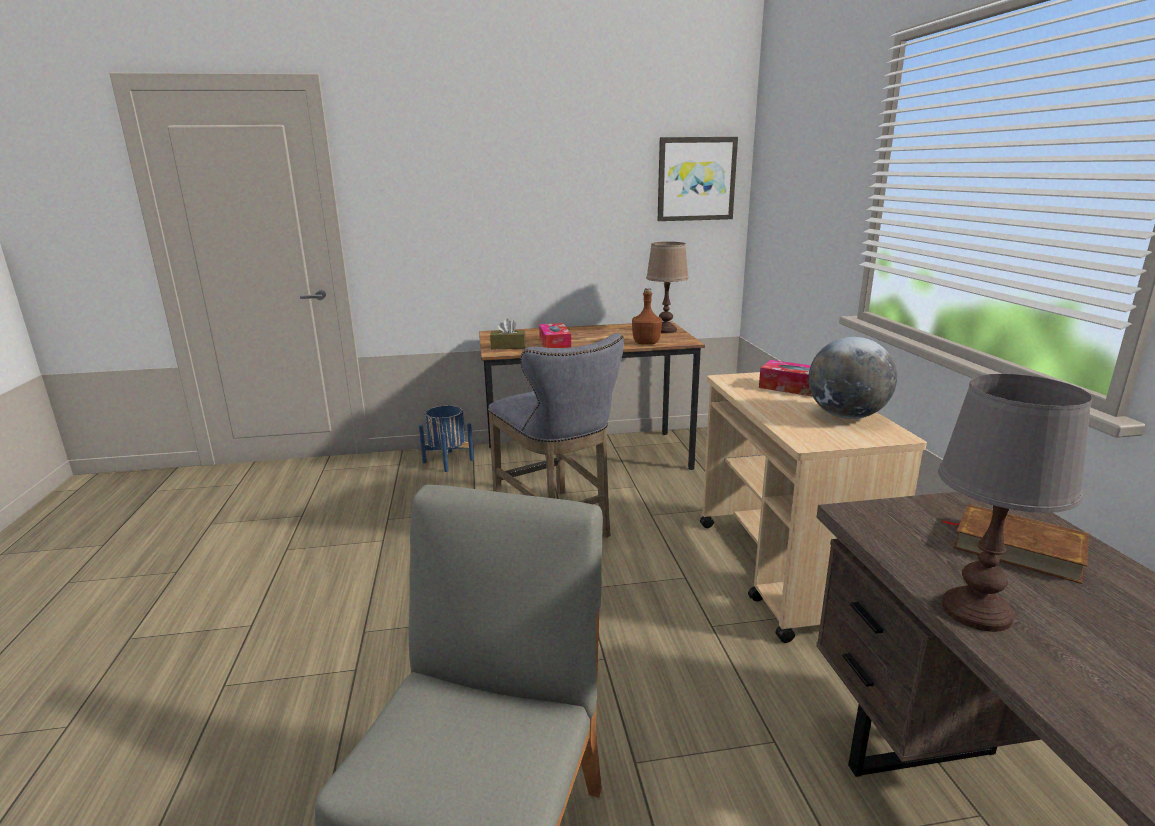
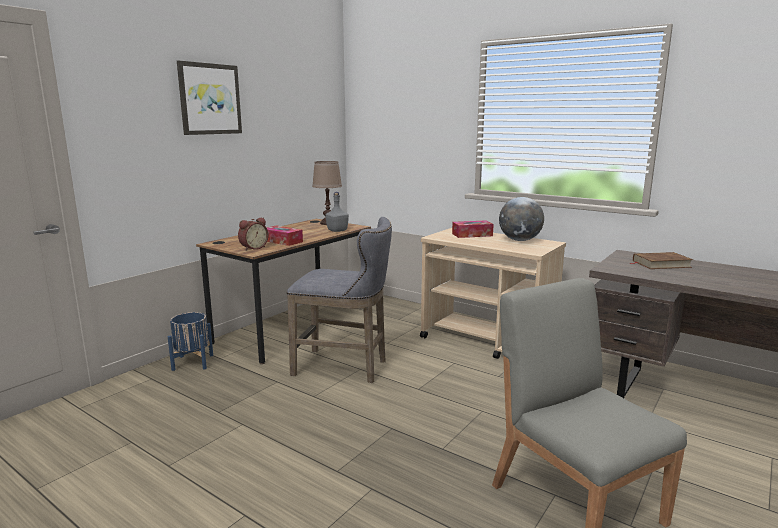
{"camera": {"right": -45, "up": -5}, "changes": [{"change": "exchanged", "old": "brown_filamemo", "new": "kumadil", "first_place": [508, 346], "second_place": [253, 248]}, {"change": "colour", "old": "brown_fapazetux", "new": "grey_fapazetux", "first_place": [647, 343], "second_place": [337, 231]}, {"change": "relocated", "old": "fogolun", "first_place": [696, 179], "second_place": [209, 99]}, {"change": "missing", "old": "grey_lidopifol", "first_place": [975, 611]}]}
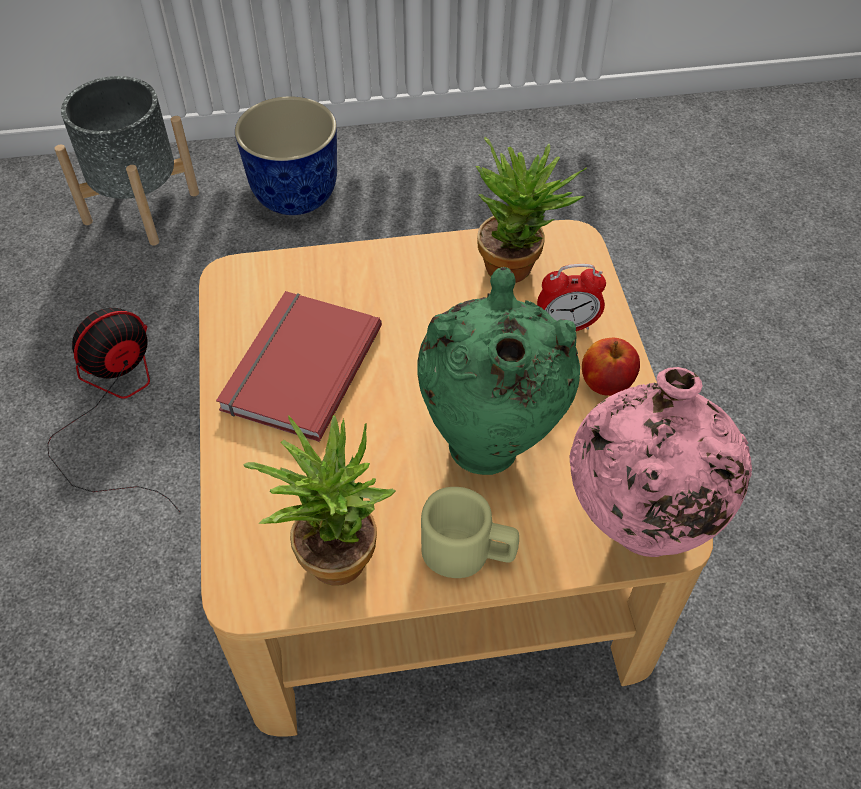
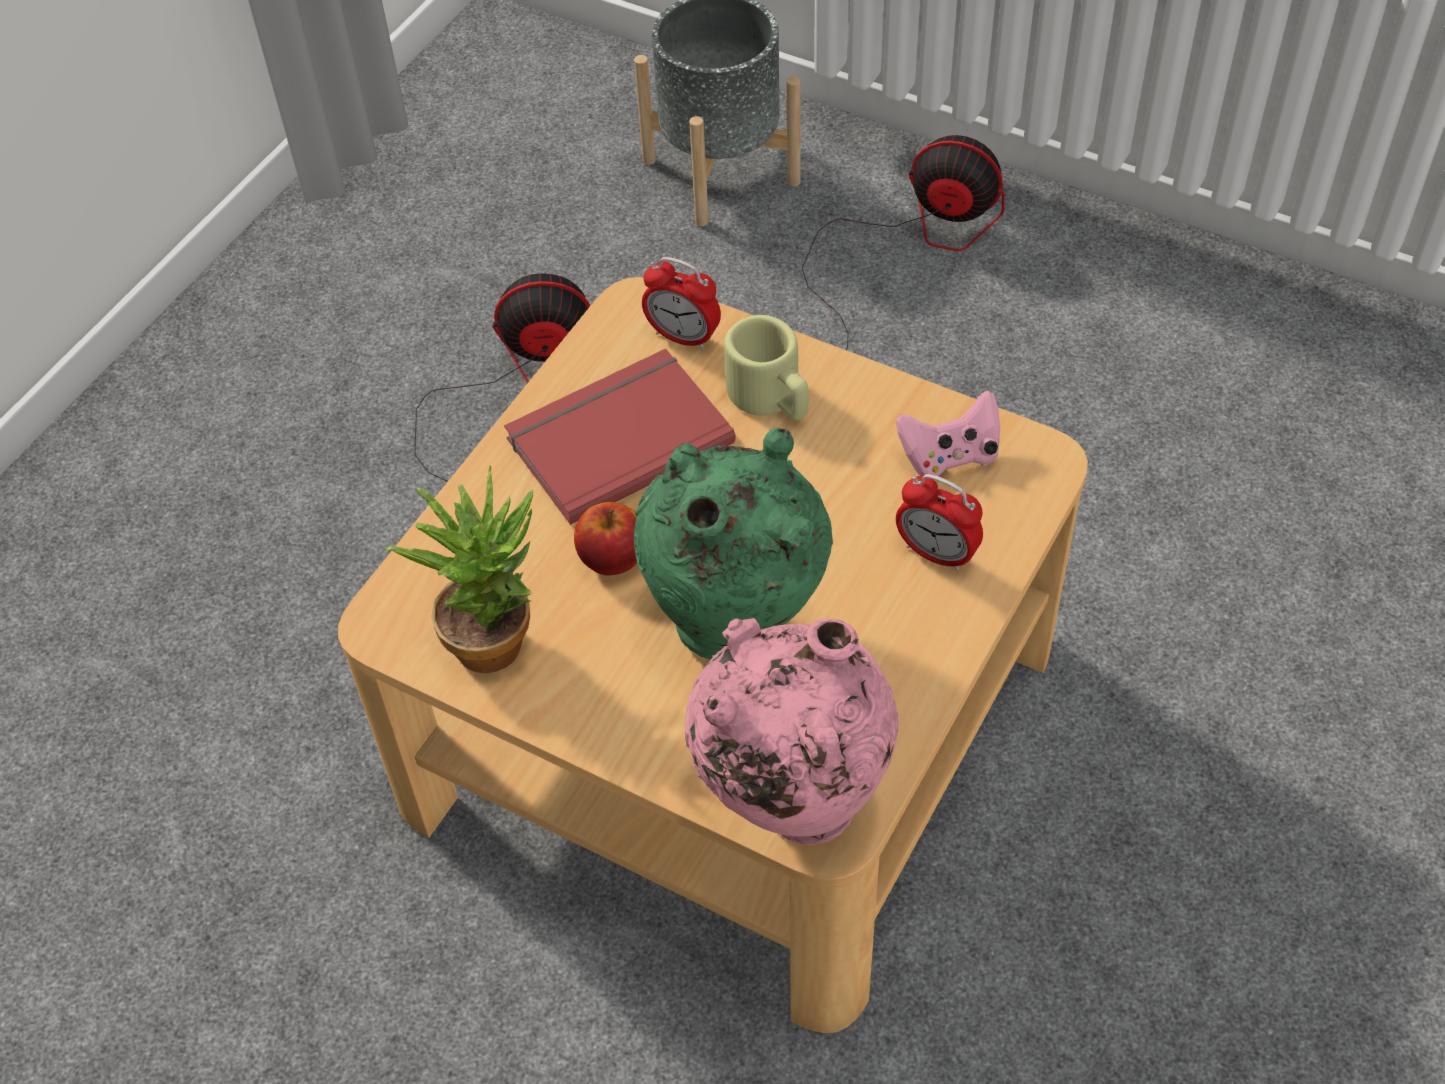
{"camera": {"right": 40, "up": 0}, "changes": [{"change": "exchanged", "old": "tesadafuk", "new": "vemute", "first_place": [296, 195], "second_place": [911, 244]}, {"change": "relocated", "old": "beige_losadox", "first_place": [469, 552], "second_place": [771, 398]}, {"change": "exchanged", "old": "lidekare", "new": "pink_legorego", "first_place": [518, 266], "second_place": [949, 456]}, {"change": "relocated", "old": "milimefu", "first_place": [606, 383], "second_place": [612, 559]}, {"change": "appeared", "new": "kumadil", "second_place": [683, 337]}]}
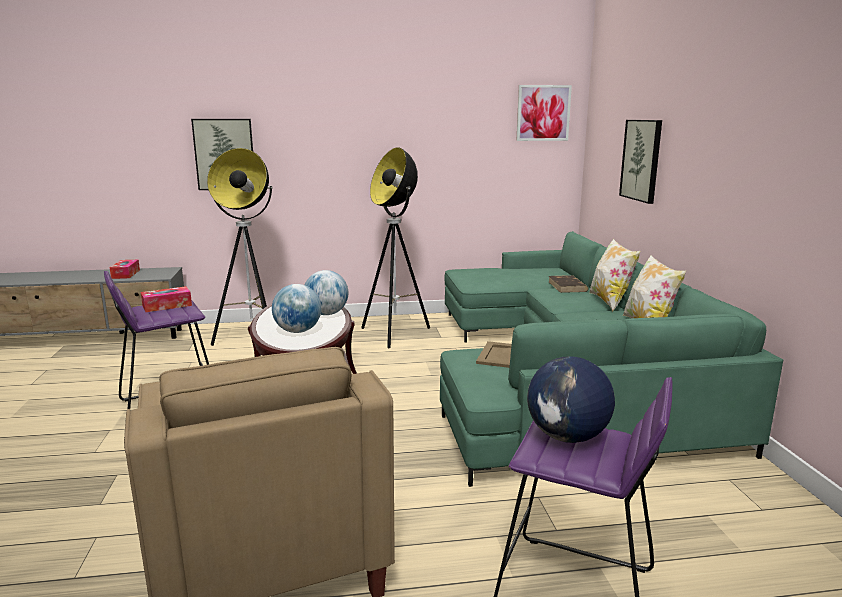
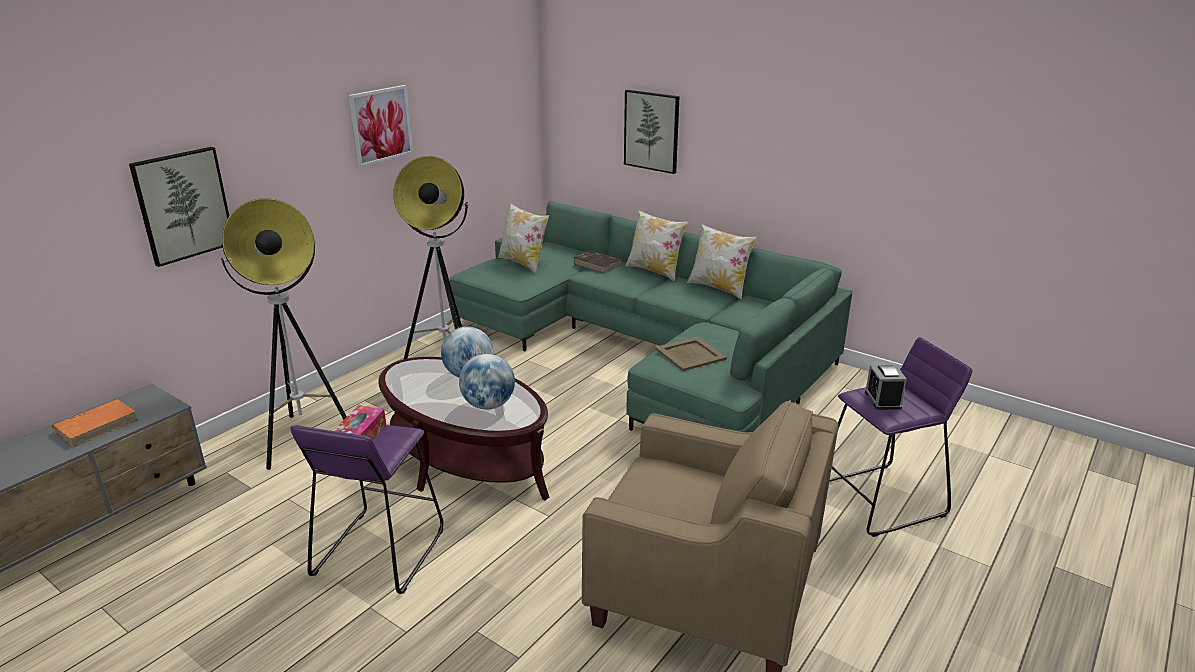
{"camera": {"right": -45, "up": 10}, "changes": [{"change": "exchanged", "old": "filamemo", "new": "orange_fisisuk", "first_place": [125, 274], "second_place": [97, 425]}, {"change": "relocated", "old": "fogolun", "first_place": [543, 113], "second_place": [381, 125]}, {"change": "exchanged", "old": "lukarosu", "new": "kumadil", "first_place": [567, 437], "second_place": [882, 400]}, {"change": "appeared", "new": "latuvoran", "second_place": [523, 263]}]}
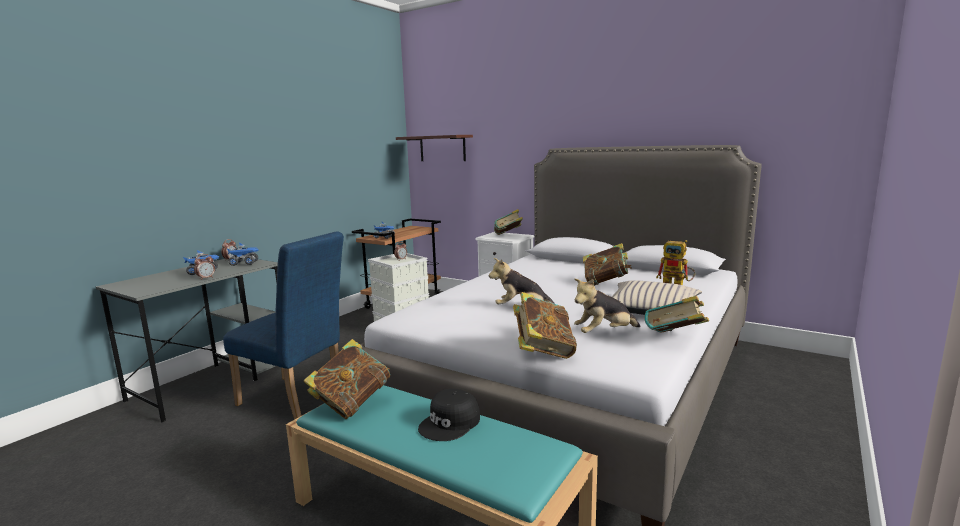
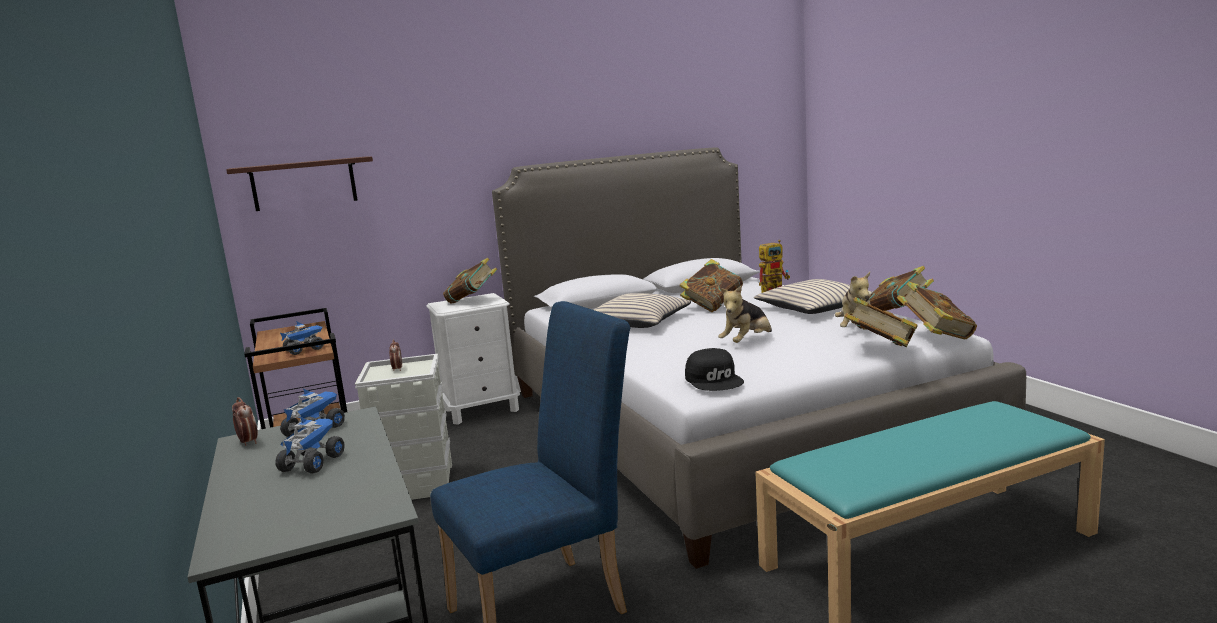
{"camera": {"right": -55, "up": 0}, "changes": [{"change": "missing", "old": "kumadil", "first_place": [206, 278]}, {"change": "relocated", "old": "fisisuk", "first_place": [351, 404], "second_place": [935, 337]}, {"change": "relocated", "old": "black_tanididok", "first_place": [450, 423], "second_place": [714, 380]}, {"change": "appeared", "new": "beige_latuvoran", "second_place": [638, 322]}]}
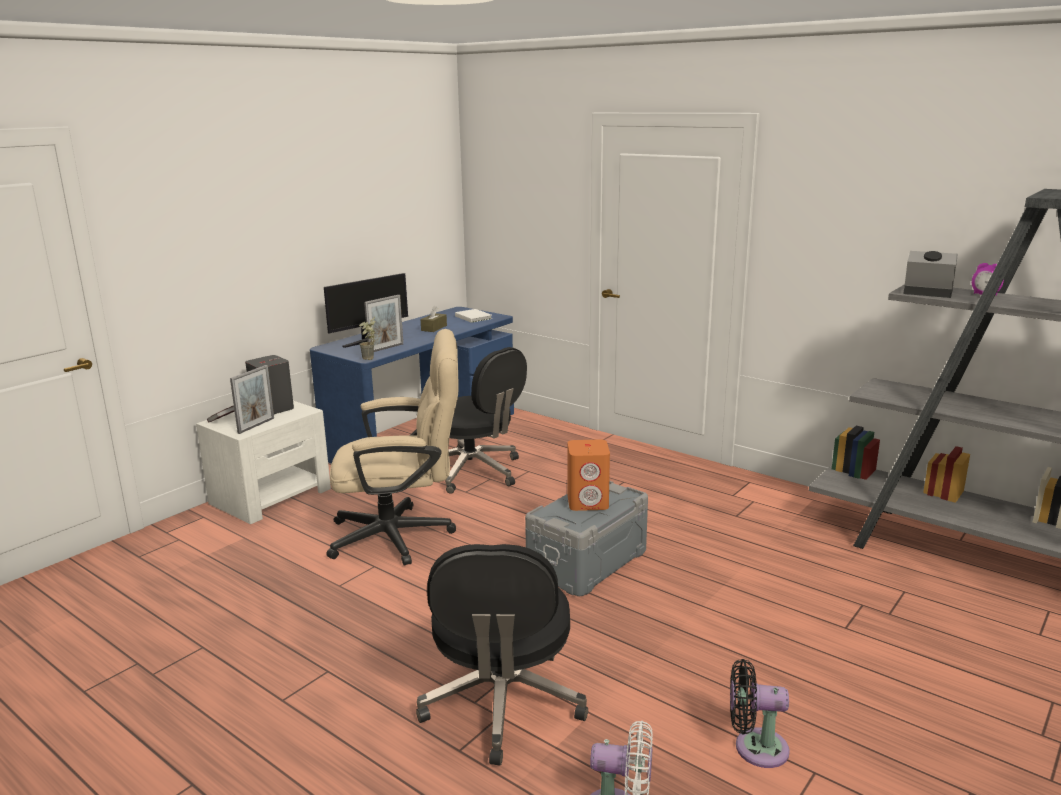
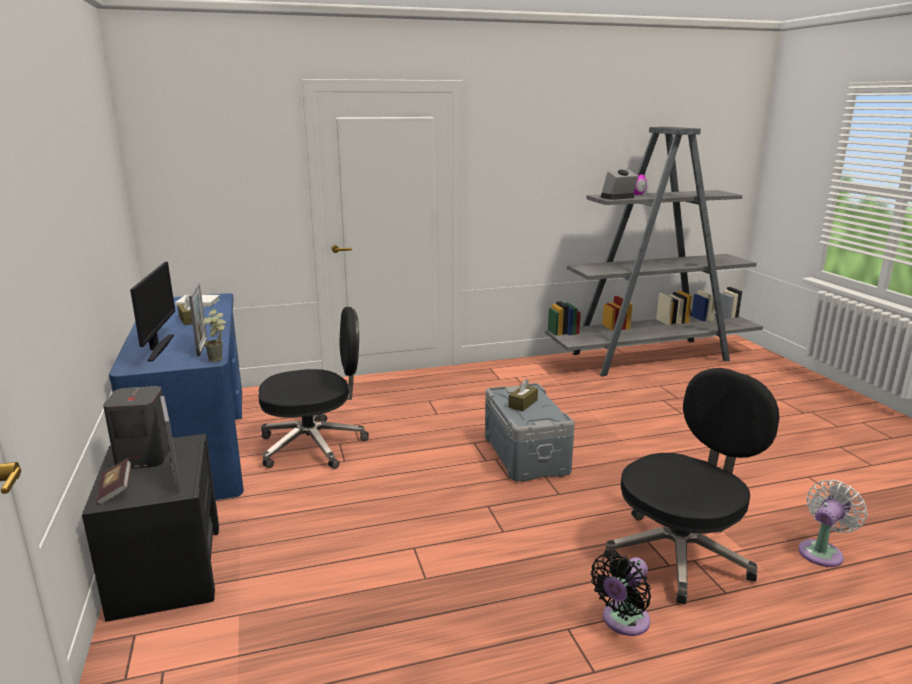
{"camera": {"right": -55, "up": 0}, "changes": [{"change": "colour", "old": "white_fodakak", "new": "black_fodakak", "first_place": [271, 496], "second_place": [168, 567]}, {"change": "missing", "old": "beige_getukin", "first_place": [403, 535]}, {"change": "spun", "old": "black_getukin", "first_place": [502, 704], "second_place": [680, 554], "degrees": -75}, {"change": "exchanged", "old": "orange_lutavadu", "new": "brown_filamemo", "first_place": [588, 502], "second_place": [523, 404]}, {"change": "relocated", "old": "black_vemute", "first_place": [755, 747], "second_place": [623, 621]}]}
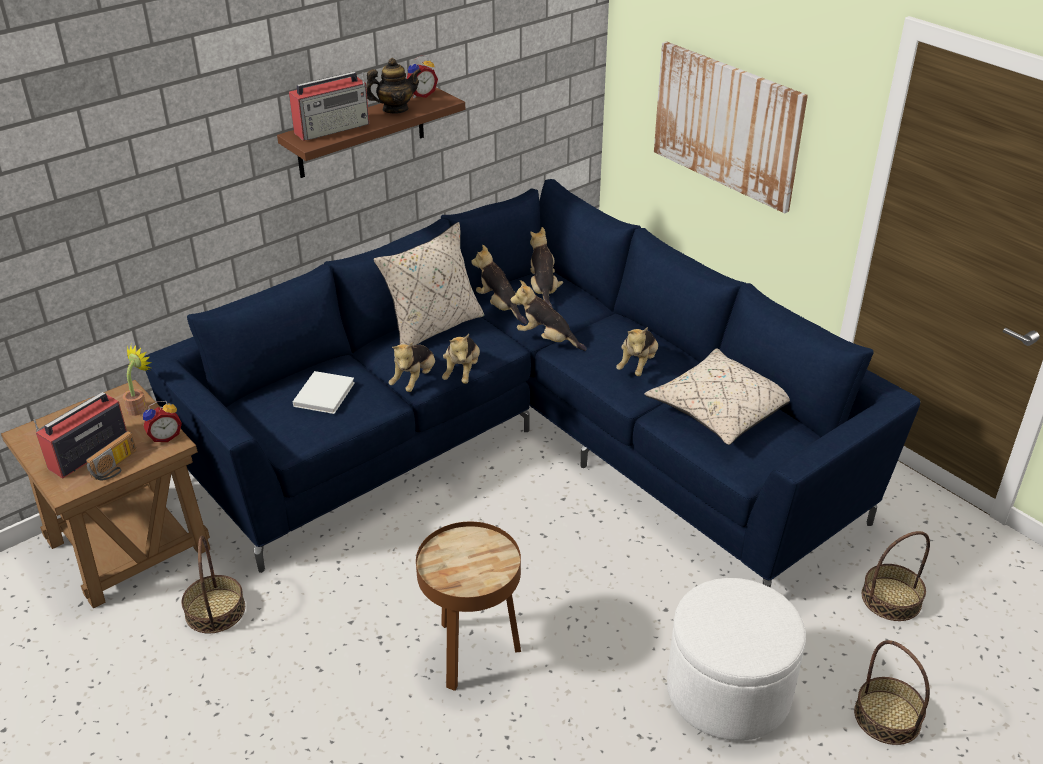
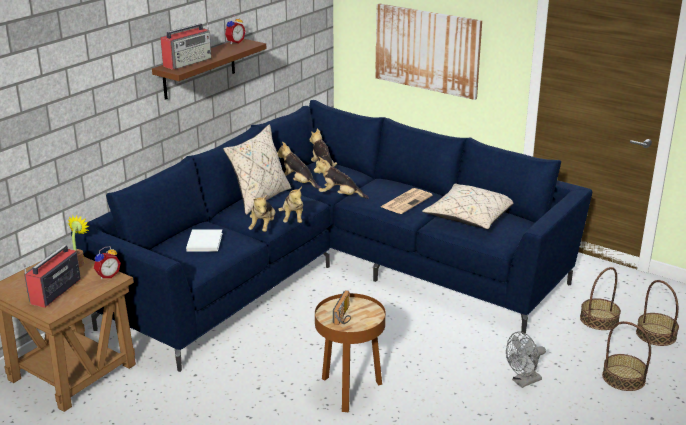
{"camera": {"right": -15, "up": -10}, "changes": [{"change": "relocated", "old": "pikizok", "first_place": [116, 467], "second_place": [344, 316]}, {"change": "relocated", "old": "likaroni", "first_place": [215, 610], "second_place": [656, 334]}, {"change": "missing", "old": "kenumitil", "first_place": [395, 109]}, {"change": "exchanged", "old": "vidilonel", "new": "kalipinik", "first_place": [638, 365], "second_place": [406, 201]}, {"change": "exchanged", "old": "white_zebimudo", "new": "grey_vemute", "first_place": [728, 691], "second_place": [523, 382]}]}
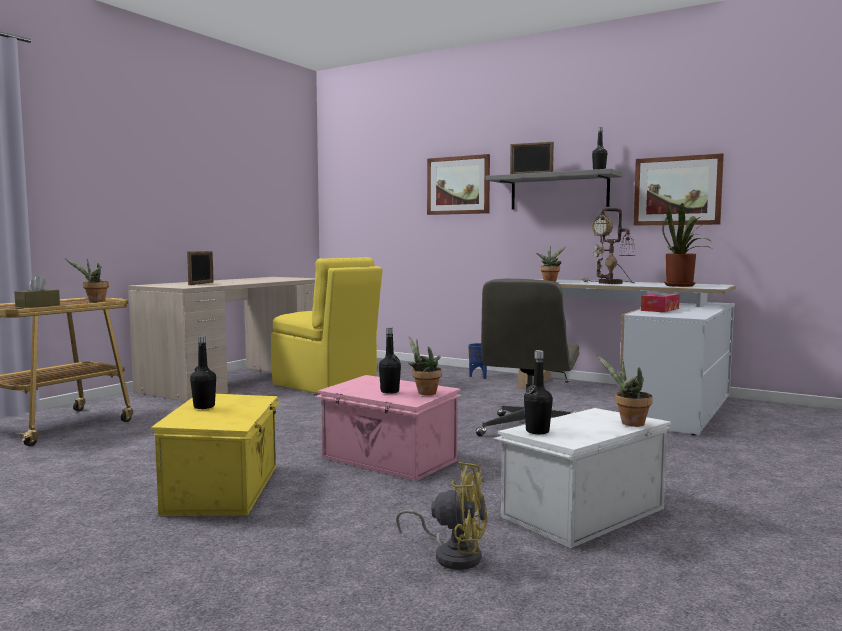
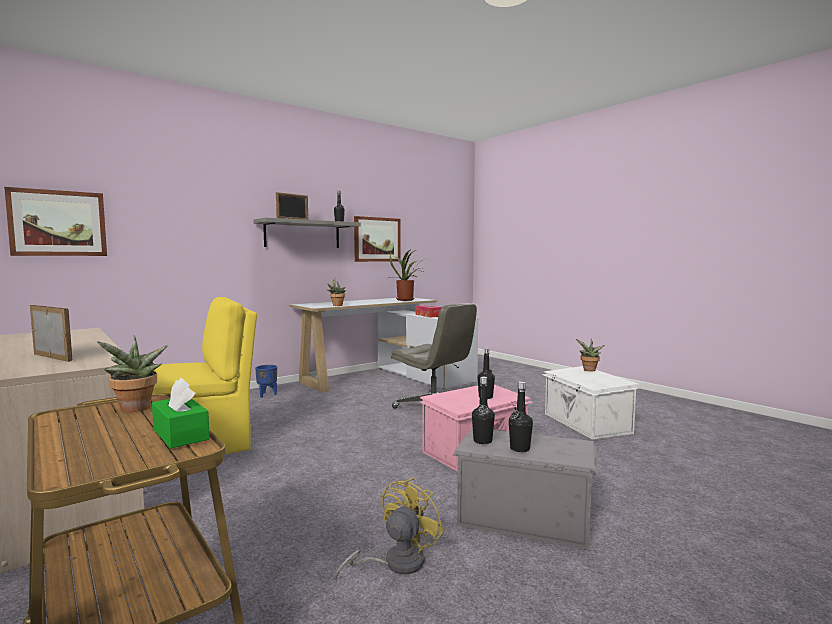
{"camera": {"right": -70, "up": 0}, "changes": [{"change": "colour", "old": "brown_filamemo", "new": "green_filamemo", "first_place": [38, 305], "second_place": [180, 434]}, {"change": "colour", "old": "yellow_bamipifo", "new": "grey_bamipifo", "first_place": [225, 488], "second_place": [524, 515]}, {"change": "relocated", "old": "yellow_vemute", "first_place": [452, 555], "second_place": [395, 563]}, {"change": "missing", "old": "lidekare", "first_place": [424, 393]}, {"change": "relocated", "old": "fogolun", "first_place": [458, 185], "second_place": [58, 223]}, {"change": "relocated", "old": "black_fapazetux", "first_place": [537, 431], "second_place": [482, 441]}, {"change": "missing", "old": "lidopifol", "first_place": [610, 283]}]}
